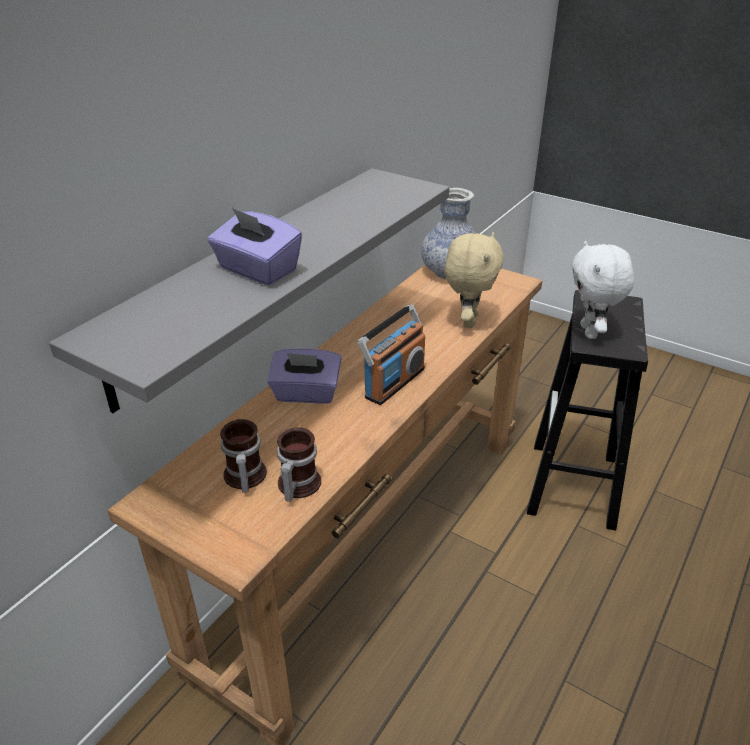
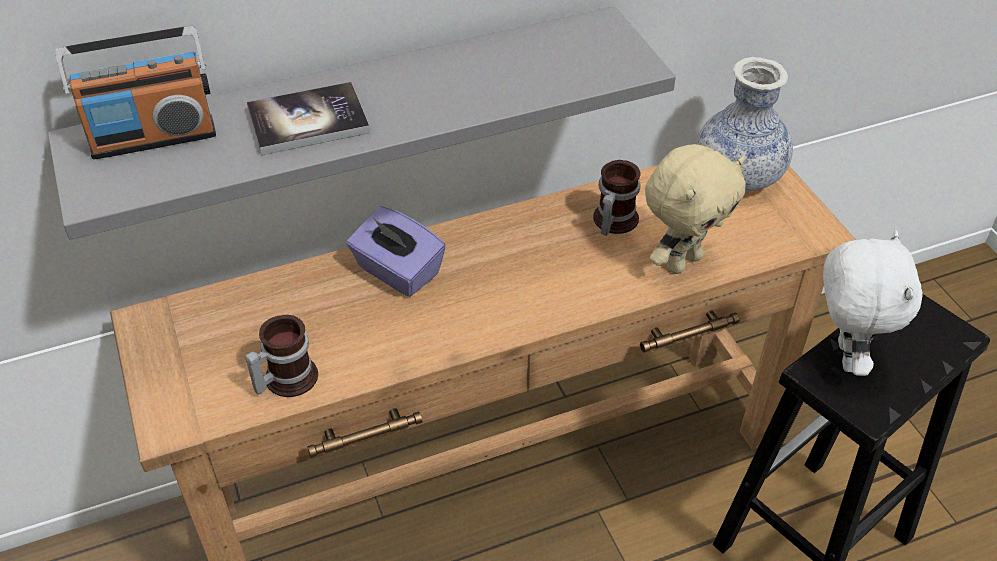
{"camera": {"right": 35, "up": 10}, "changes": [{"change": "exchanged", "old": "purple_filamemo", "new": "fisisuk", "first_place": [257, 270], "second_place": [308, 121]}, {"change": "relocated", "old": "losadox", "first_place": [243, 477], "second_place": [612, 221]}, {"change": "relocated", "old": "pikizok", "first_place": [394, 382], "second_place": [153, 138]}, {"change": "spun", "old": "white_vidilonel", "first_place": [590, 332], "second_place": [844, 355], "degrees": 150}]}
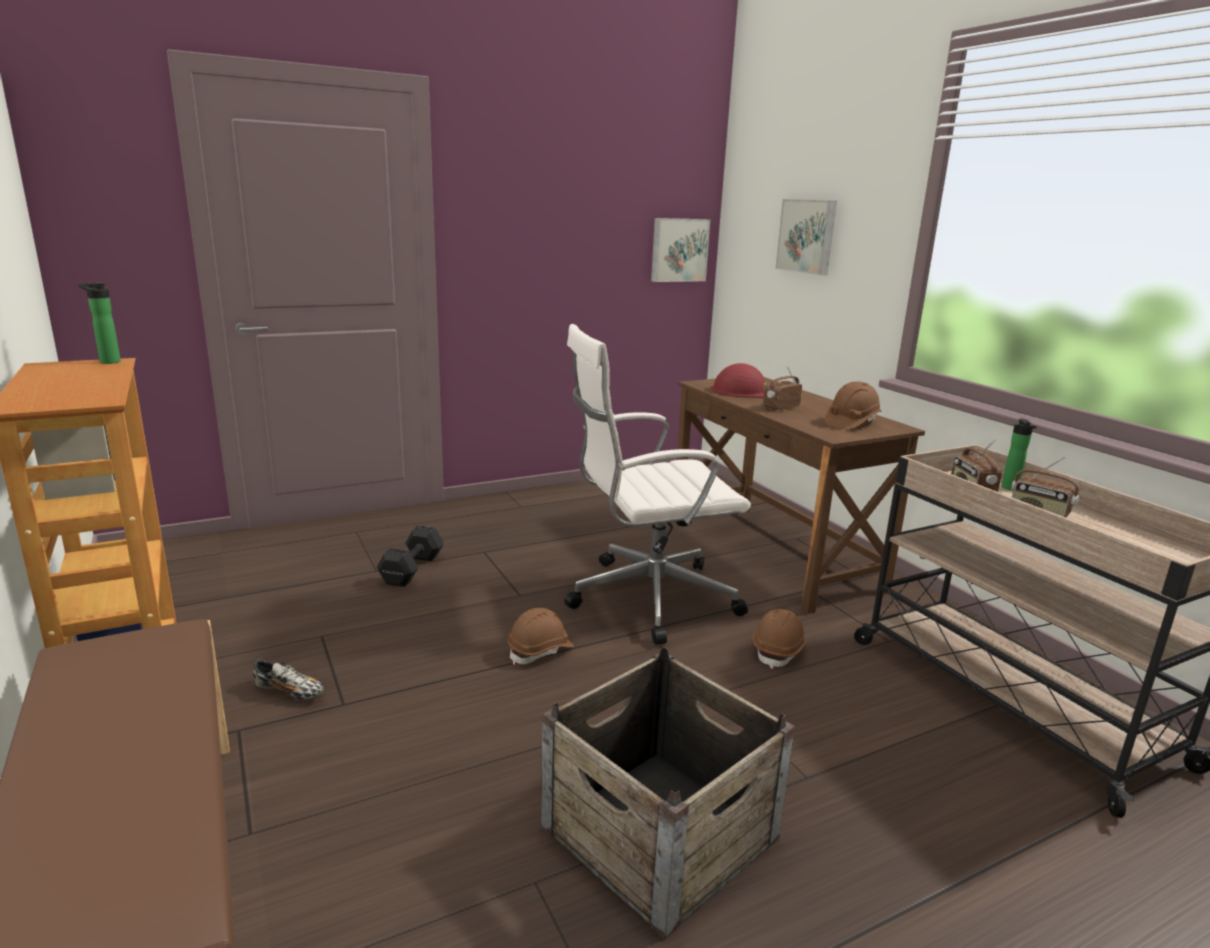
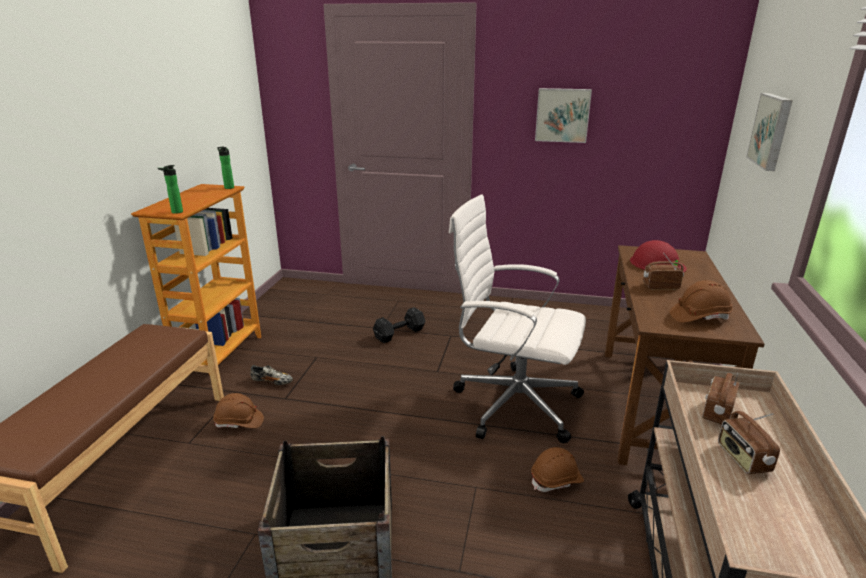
{"camera": {"right": 40, "up": 5}, "changes": [{"change": "spun", "old": "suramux", "first_place": [289, 692], "second_place": [272, 382], "degrees": -45}, {"change": "relocated", "old": "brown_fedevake", "first_place": [540, 651], "second_place": [239, 422]}, {"change": "relocated", "old": "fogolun", "first_place": [678, 250], "second_place": [562, 115]}, {"change": "relocated", "old": "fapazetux", "first_place": [1011, 489], "second_place": [175, 212]}]}
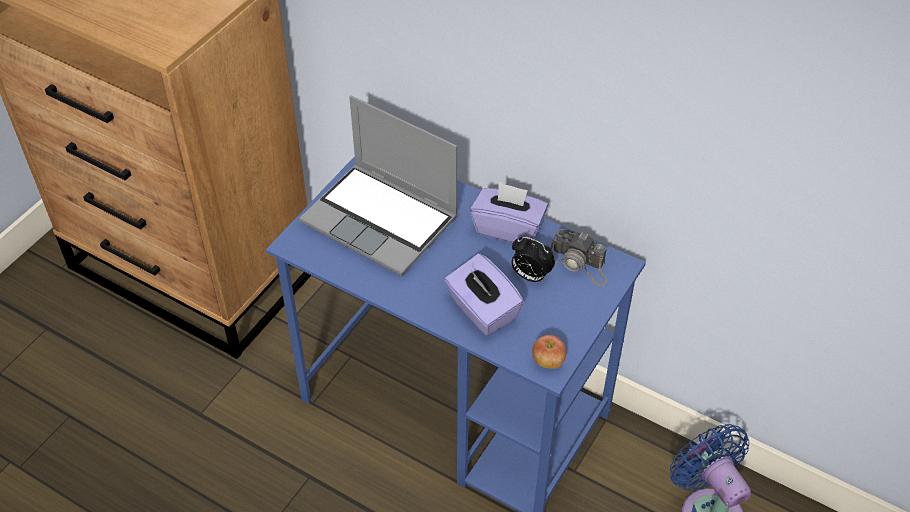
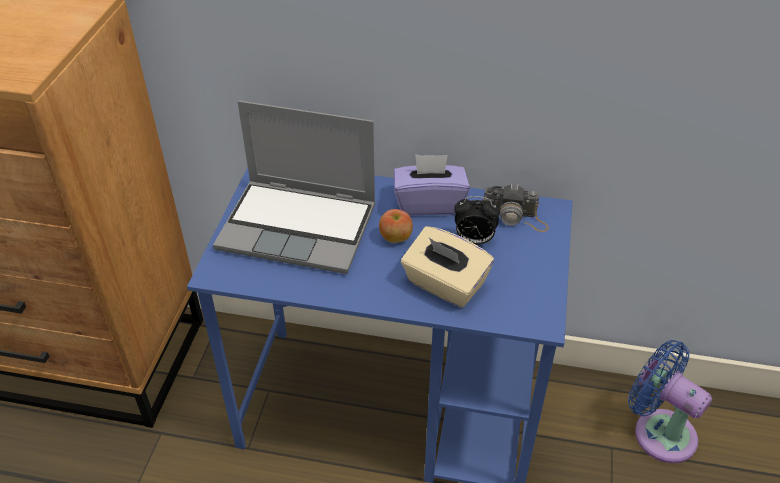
{"camera": {"right": -20, "up": -5}, "changes": [{"change": "colour", "old": "purple_filamemo", "new": "beige_filamemo", "first_place": [482, 310], "second_place": [444, 284]}, {"change": "relocated", "old": "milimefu", "first_place": [548, 362], "second_place": [395, 238]}]}
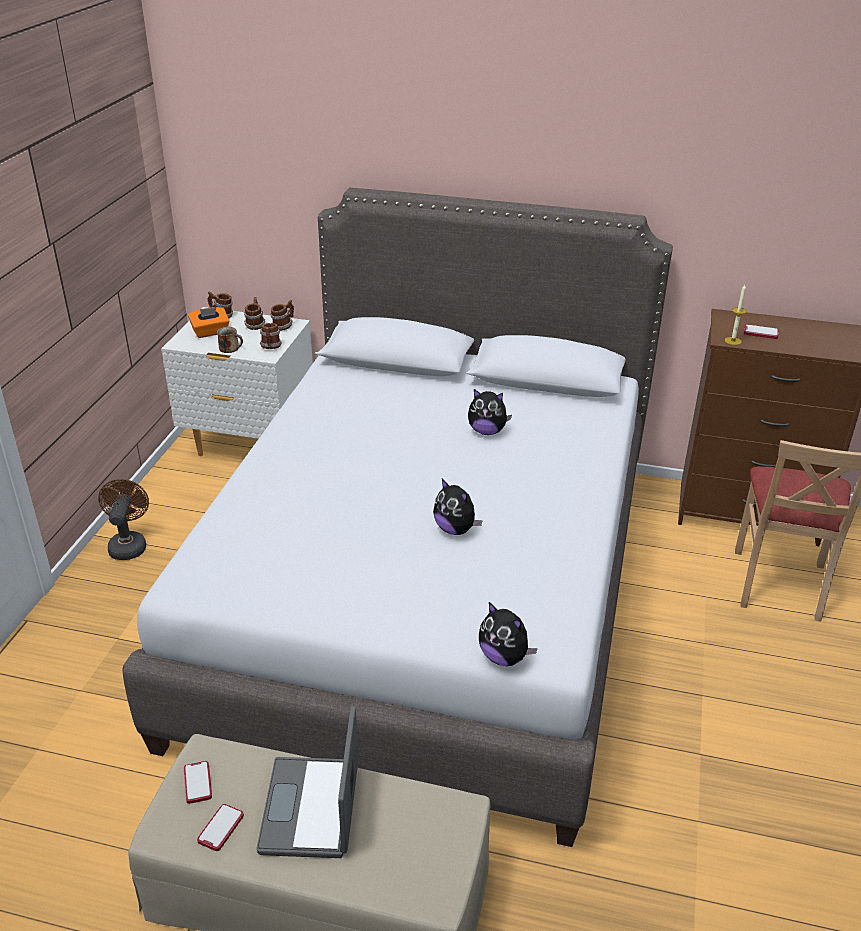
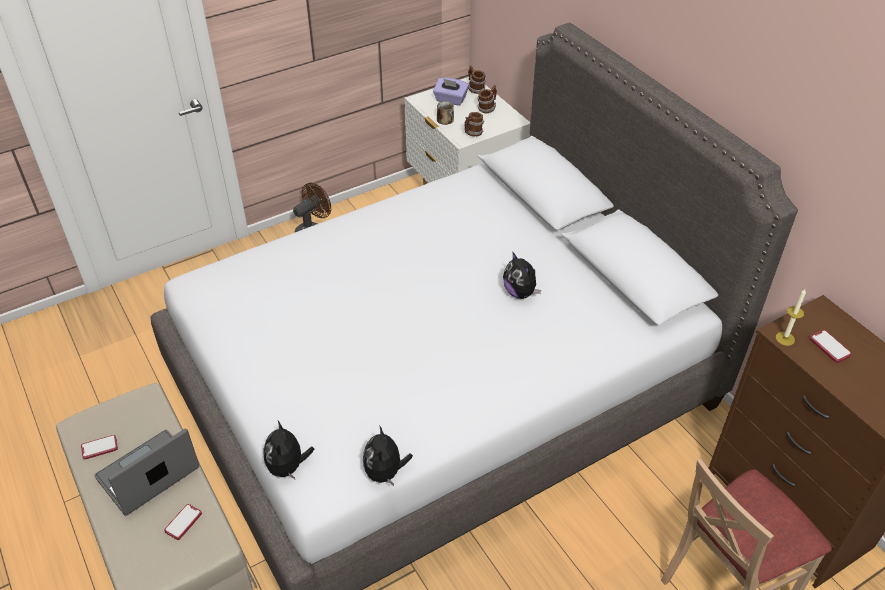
{"camera": {"right": 45, "up": 10}, "changes": [{"change": "relocated", "old": "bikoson", "first_place": [198, 783], "second_place": [183, 522]}, {"change": "colour", "old": "orange_filamemo", "new": "purple_filamemo", "first_place": [210, 332], "second_place": [450, 100]}, {"change": "missing", "old": "losadox", "first_place": [283, 326]}, {"change": "relocated", "old": "vidilonel", "first_place": [455, 529], "second_place": [385, 473]}]}
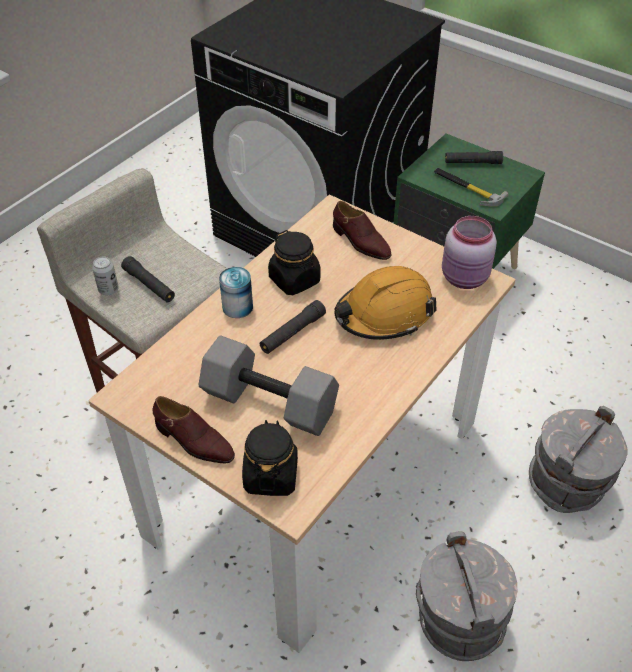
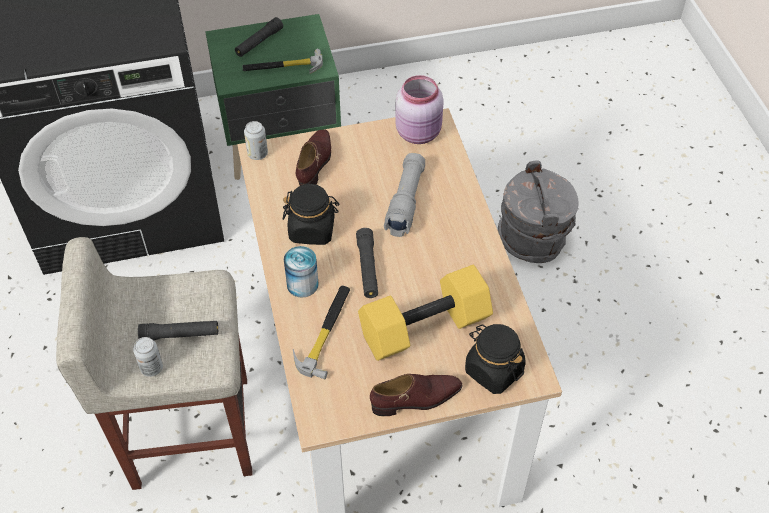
{"camera": {"right": -50, "up": 5}, "changes": [{"change": "colour", "old": "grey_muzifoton", "new": "yellow_muzifoton", "first_place": [267, 404], "second_place": [424, 329]}, {"change": "spun", "old": "brown_suramux", "first_place": [360, 242], "second_place": [315, 163], "degrees": -75}, {"change": "exchanged", "old": "orange_fedevake", "new": "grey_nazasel", "first_place": [384, 314], "second_place": [405, 202]}, {"change": "missing", "old": "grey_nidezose", "first_place": [458, 620]}, {"change": "appeared", "new": "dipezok", "second_place": [257, 154]}, {"change": "appeared", "new": "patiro", "second_place": [325, 331]}]}
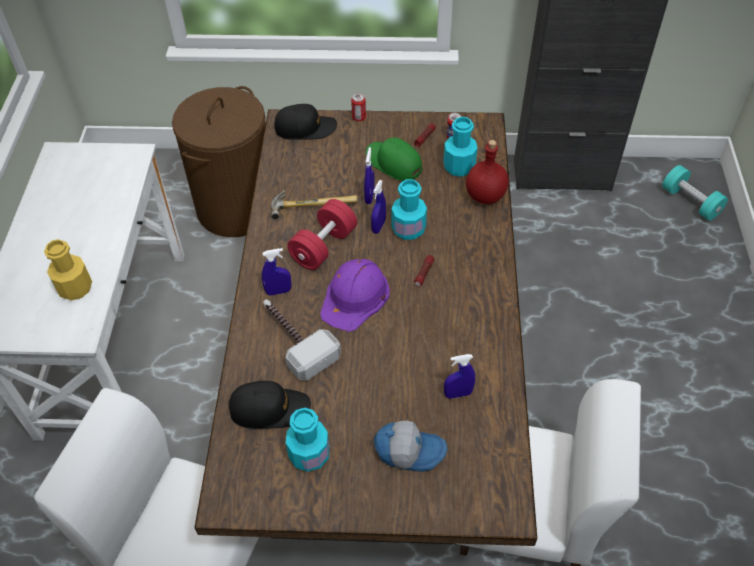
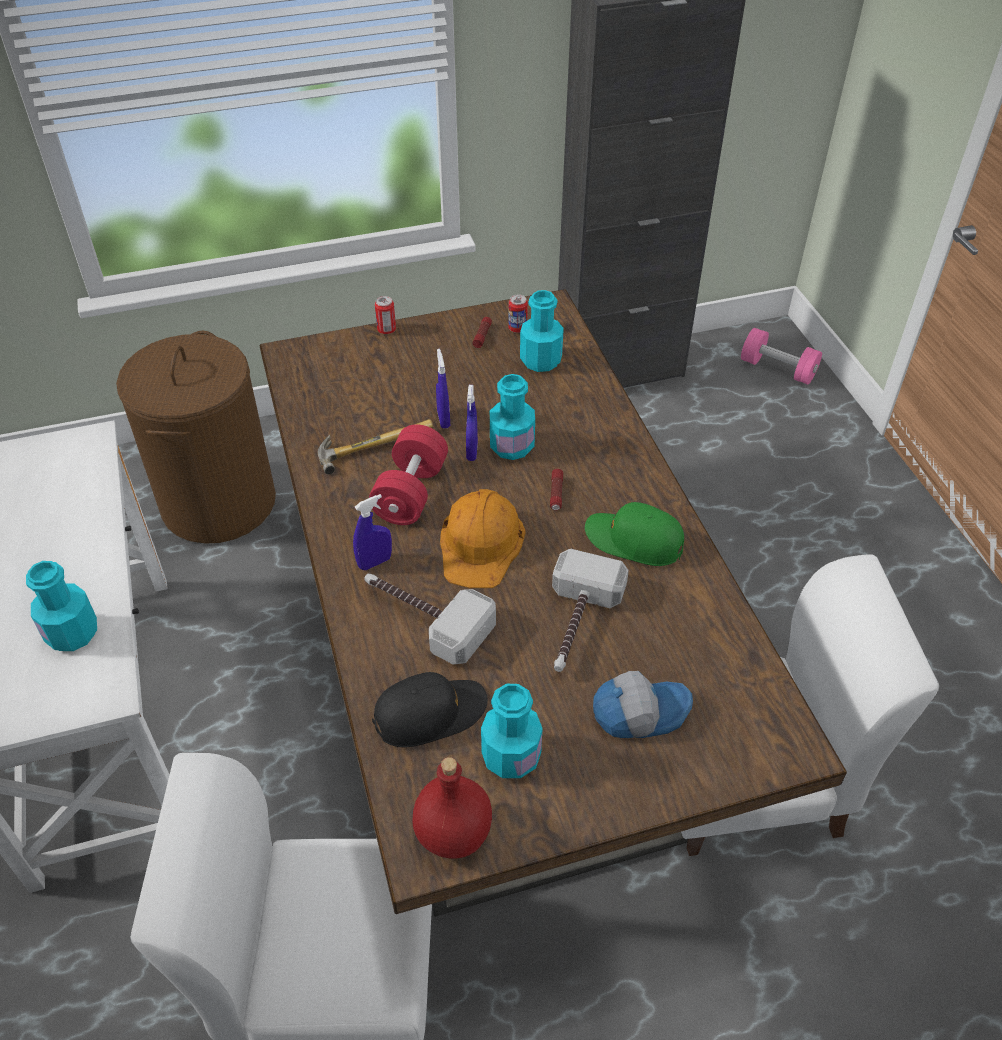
{"camera": {"right": -20, "up": -5}, "changes": [{"change": "colour", "old": "yellow_fapazetux", "new": "turquoise_fapazetux", "first_place": [75, 288], "second_place": [72, 633]}, {"change": "missing", "old": "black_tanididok", "first_place": [305, 128]}, {"change": "colour", "old": "purple_fedevake", "new": "orange_fedevake", "first_place": [355, 297], "second_place": [481, 543]}, {"change": "relocated", "old": "green_tanididok", "first_place": [393, 163], "second_place": [634, 541]}, {"change": "missing", "old": "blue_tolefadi", "first_place": [458, 394]}, {"change": "relocated", "old": "red_fapazetux", "first_place": [486, 195], "second_place": [454, 832]}, {"change": "colour", "old": "turquoise_muzifoton", "new": "pink_muzifoton", "first_place": [690, 202], "second_place": [777, 369]}, {"change": "appeared", "new": "patiro", "second_place": [576, 624]}]}
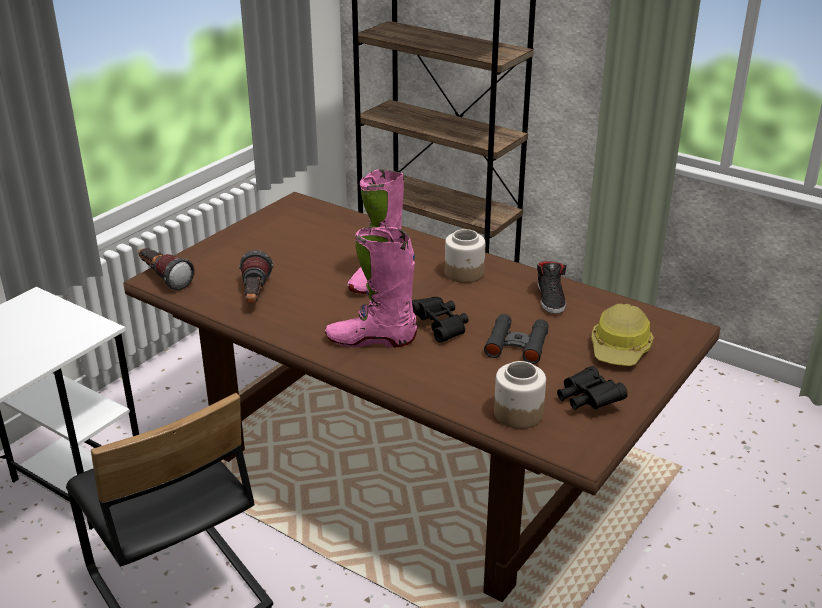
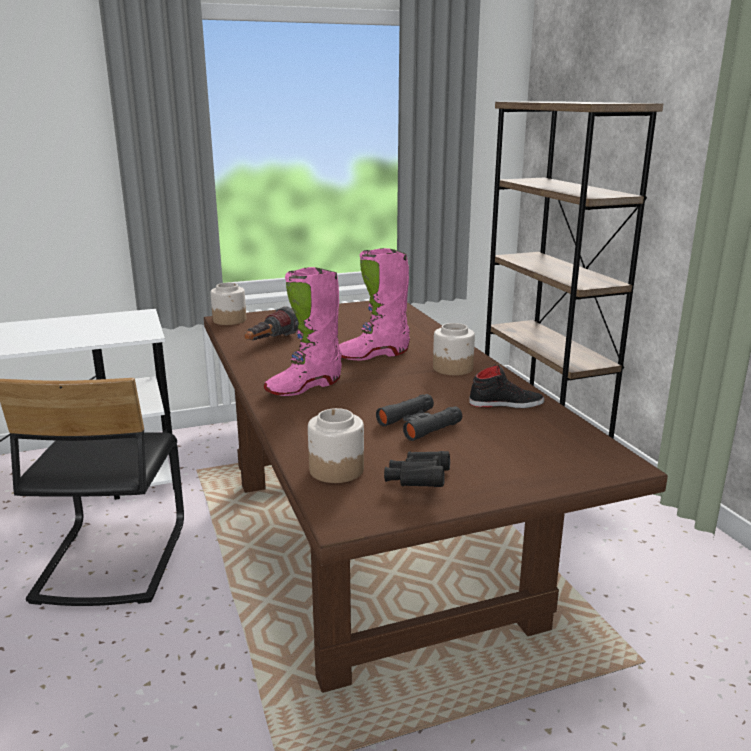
{"camera": {"right": 35, "up": -10}, "changes": [{"change": "exchanged", "old": "nazasel", "new": "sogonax", "first_place": [163, 278], "second_place": [230, 320]}, {"change": "spun", "old": "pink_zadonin", "first_place": [371, 340], "second_place": [304, 387], "degrees": -75}, {"change": "missing", "old": "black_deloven", "first_place": [440, 327]}, {"change": "spun", "old": "black_suramux", "first_place": [551, 299], "second_place": [505, 403], "degrees": -120}, {"change": "missing", "old": "fedevake", "first_place": [620, 349]}]}
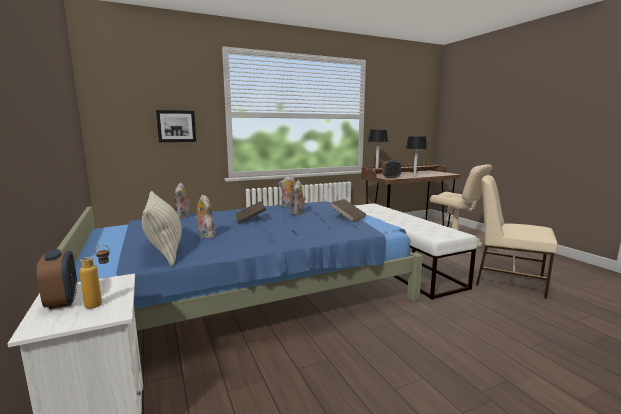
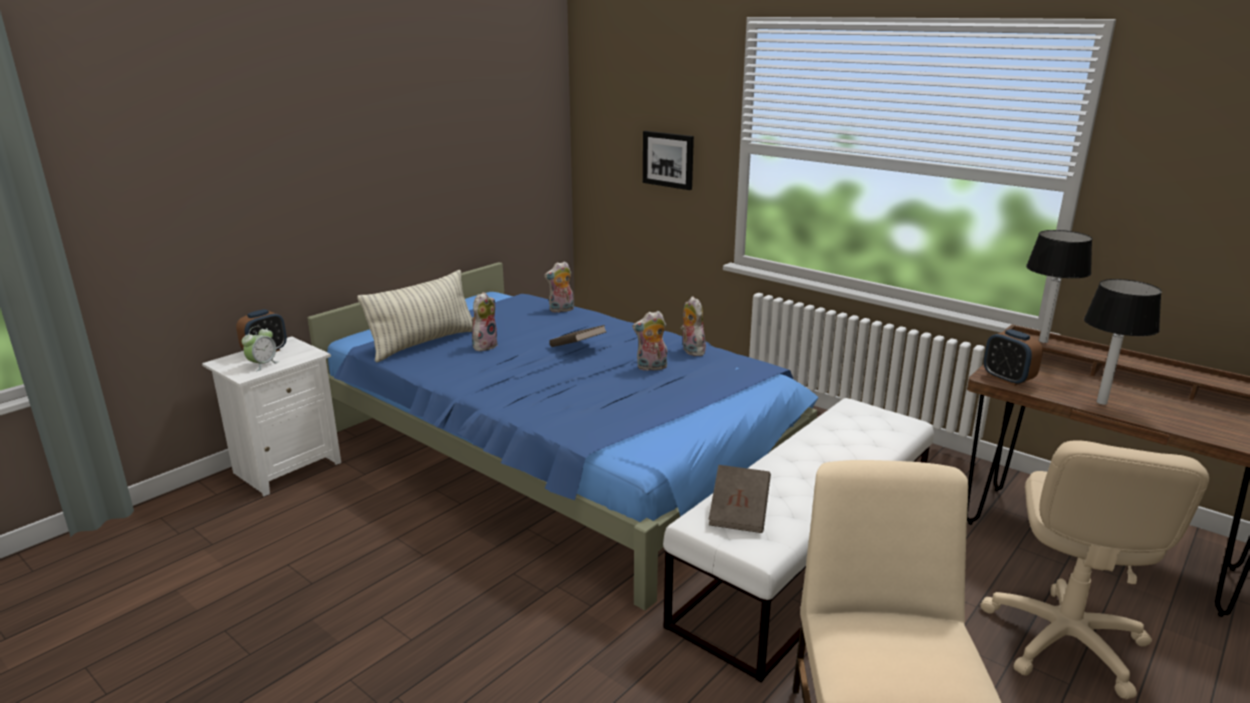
{"camera": {"right": 65, "up": 10}, "changes": [{"change": "exchanged", "old": "fapazetux", "new": "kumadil", "first_place": [100, 303], "second_place": [263, 365]}, {"change": "relocated", "old": "brown_fisisuk", "first_place": [348, 217], "second_place": [739, 513]}]}
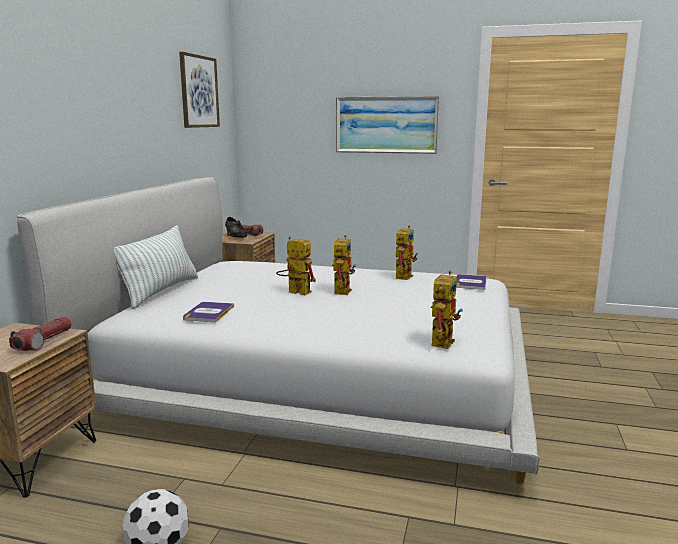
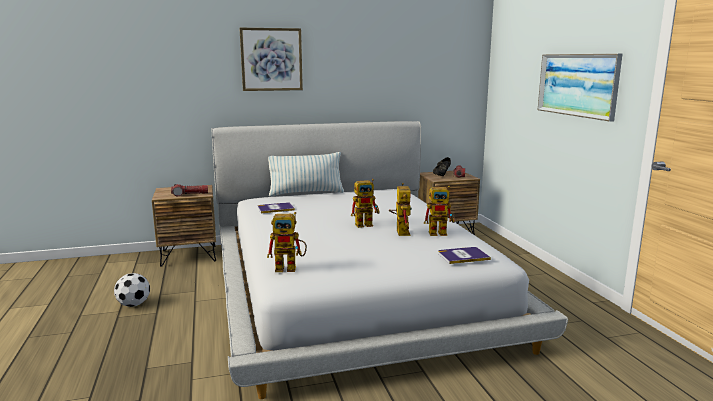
{"camera": {"right": 60, "up": 0}, "changes": [{"change": "relocated", "old": "fogolun", "first_place": [199, 91], "second_place": [271, 59]}, {"change": "relocated", "old": "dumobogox", "first_place": [294, 292], "second_place": [400, 231]}]}
